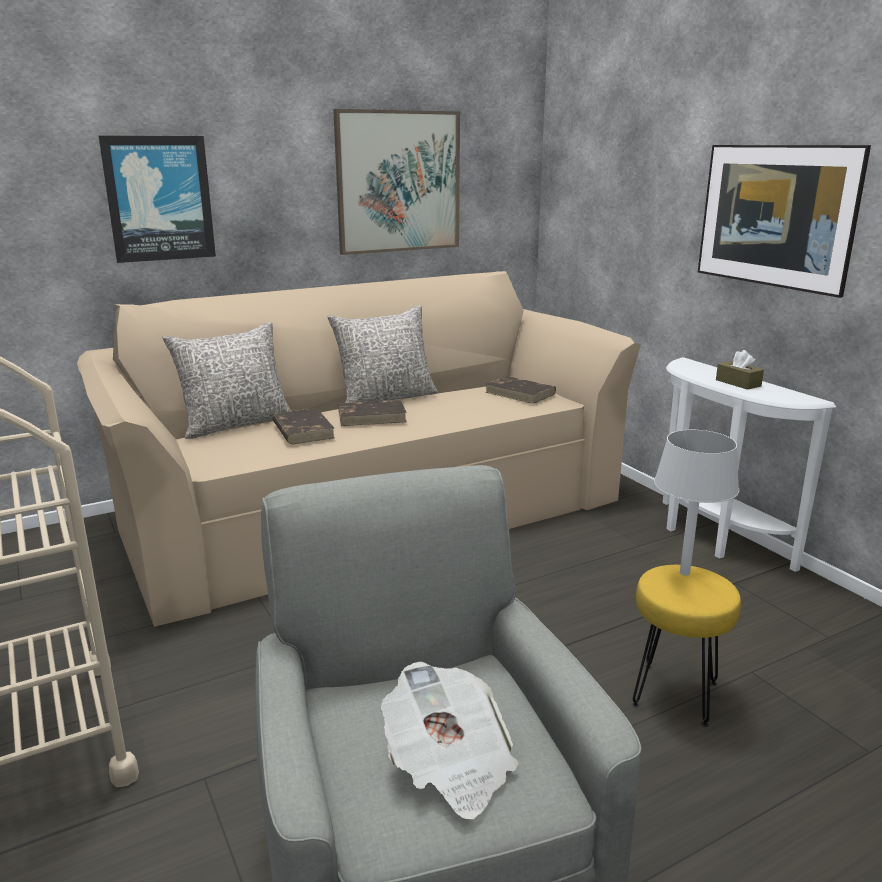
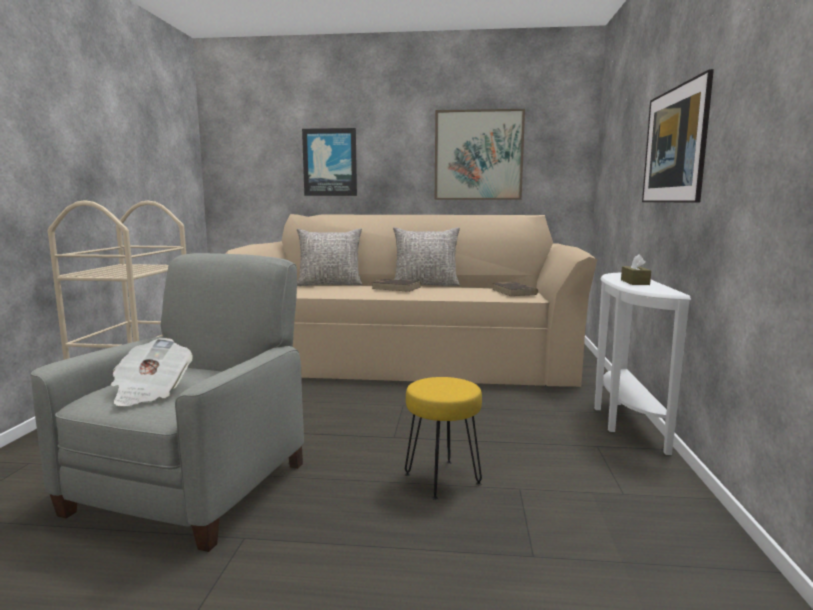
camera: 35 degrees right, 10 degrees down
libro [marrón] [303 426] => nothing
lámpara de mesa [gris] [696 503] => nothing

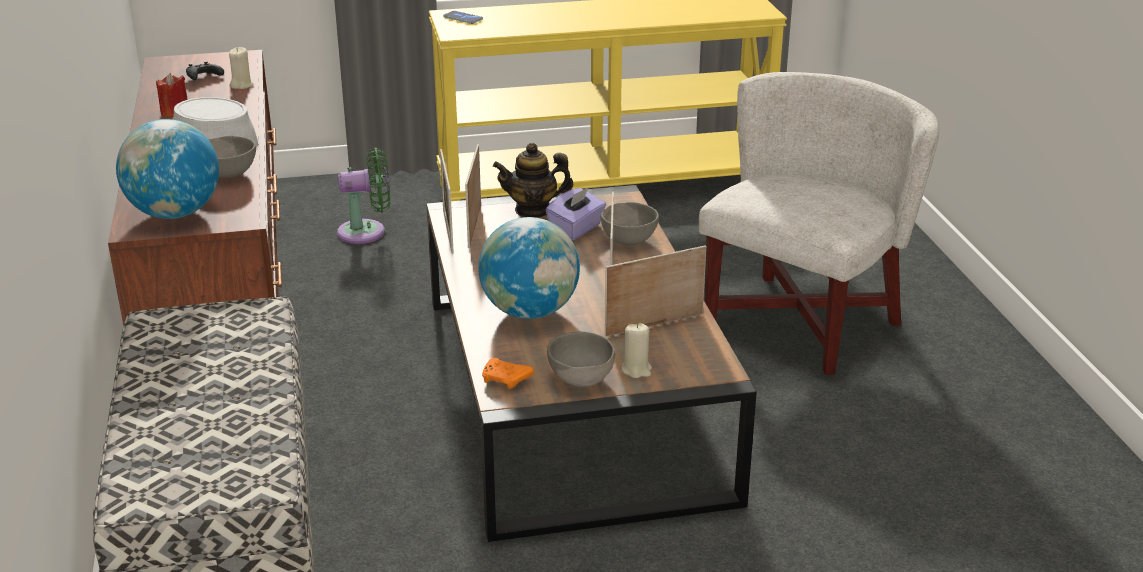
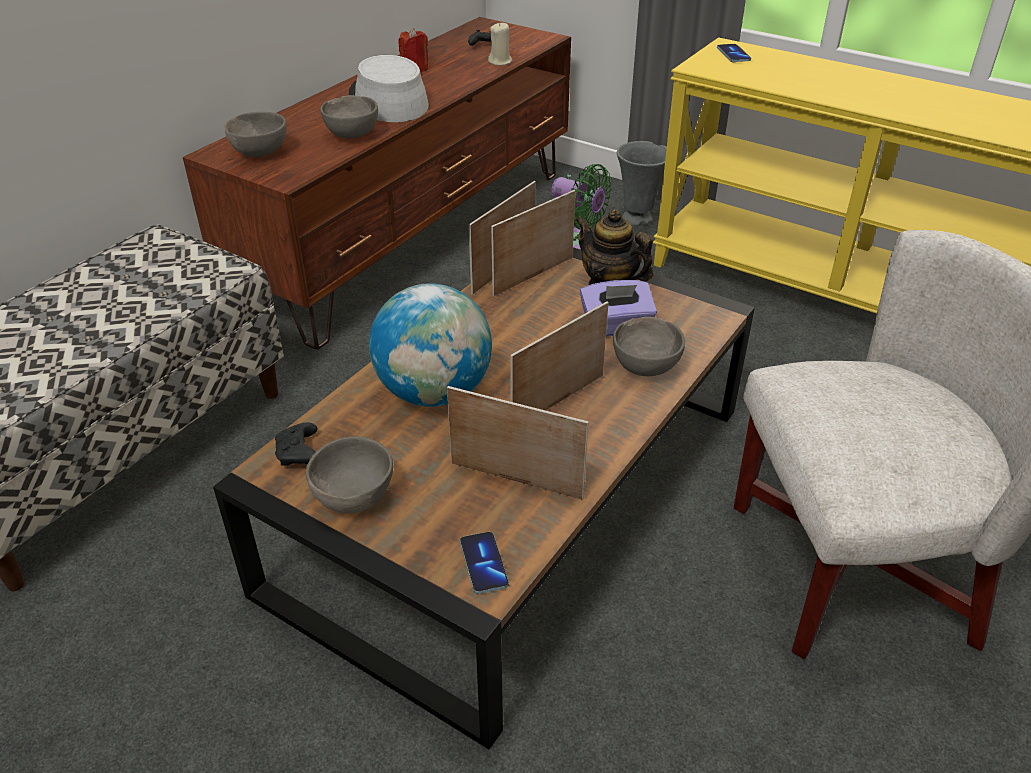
camera: 45 degrees right, 10 degrees up
globo terráqueo [167 169] => cuenco [gris] [256 134]
mando de consola [naranja] [508 373] => mando de consola [negro] [296 444]
nothing => móvil [484 563]
nothing => florero [gris] [642 183]
vela [beis] [637 350] => nothing

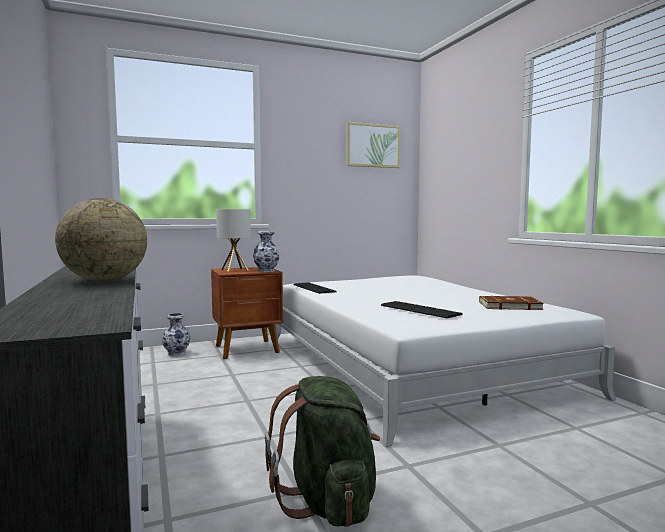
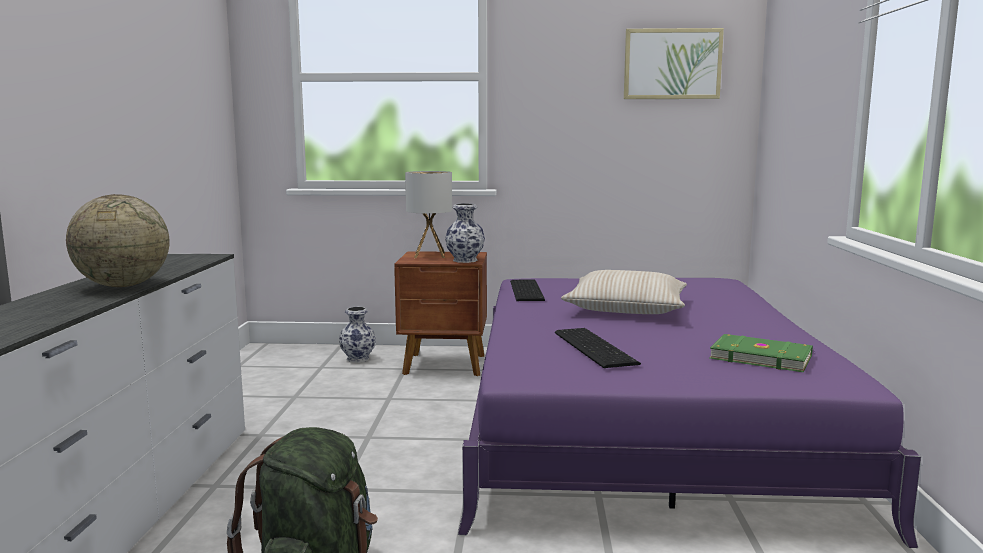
camera: 25 degrees right, 5 degrees up
cama [blanco] [445 361] => cama [morado] [689 413]
nothing => cojín [beis] [624 292]
libro [marrón] [511 303] => libro [verde] [761 353]

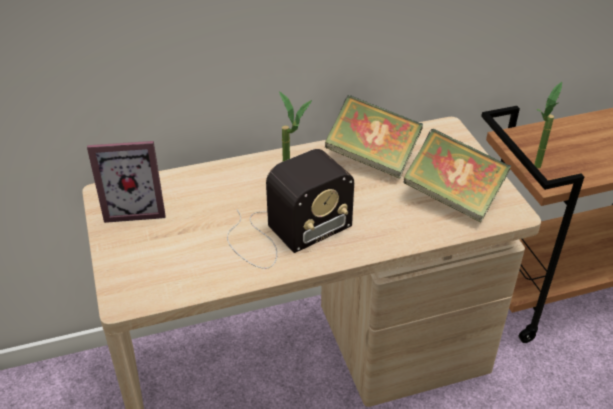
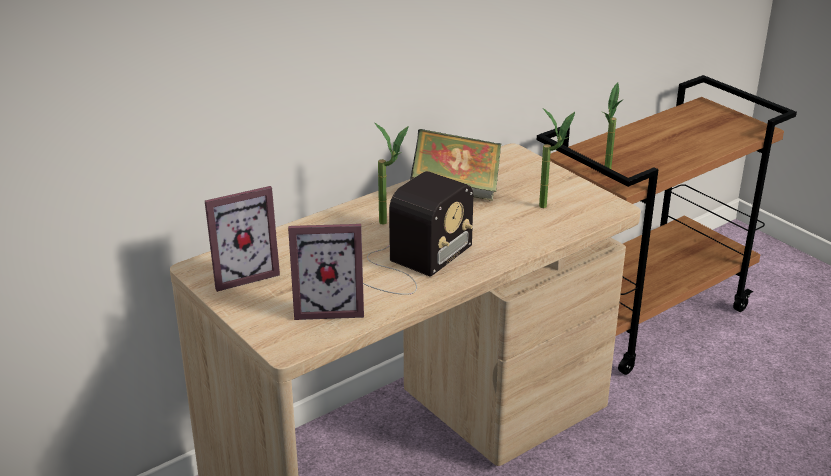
camera: 20 degrees left, 10 degrees down
nothing => portarretratos [326 272]
libro [457 175] => planta en maceta [557 158]

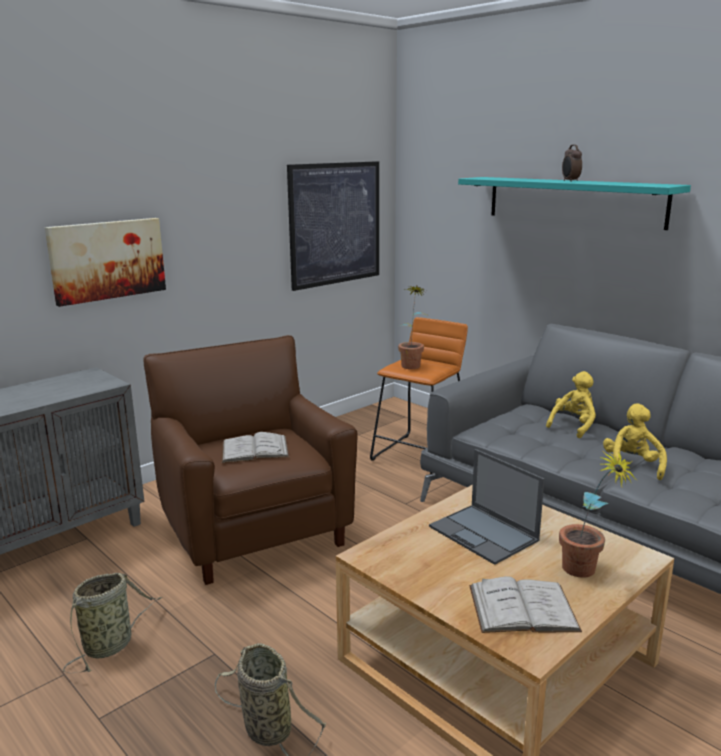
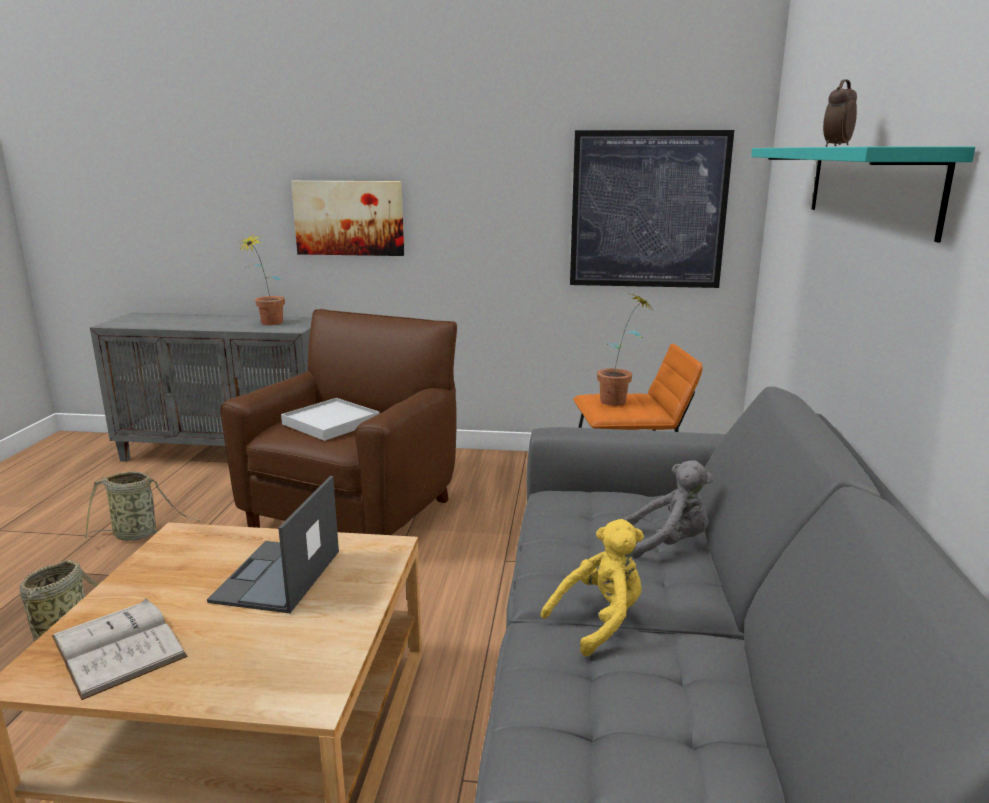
camera: 50 degrees right, 0 degrees up
planta en maceta [598 514] => planta en maceta [263 279], move
libro [blanco] [255 447] => bandeja [blanco] [330 419]
peluche [amarillo] [571 404] => peluche [gris] [668 509]

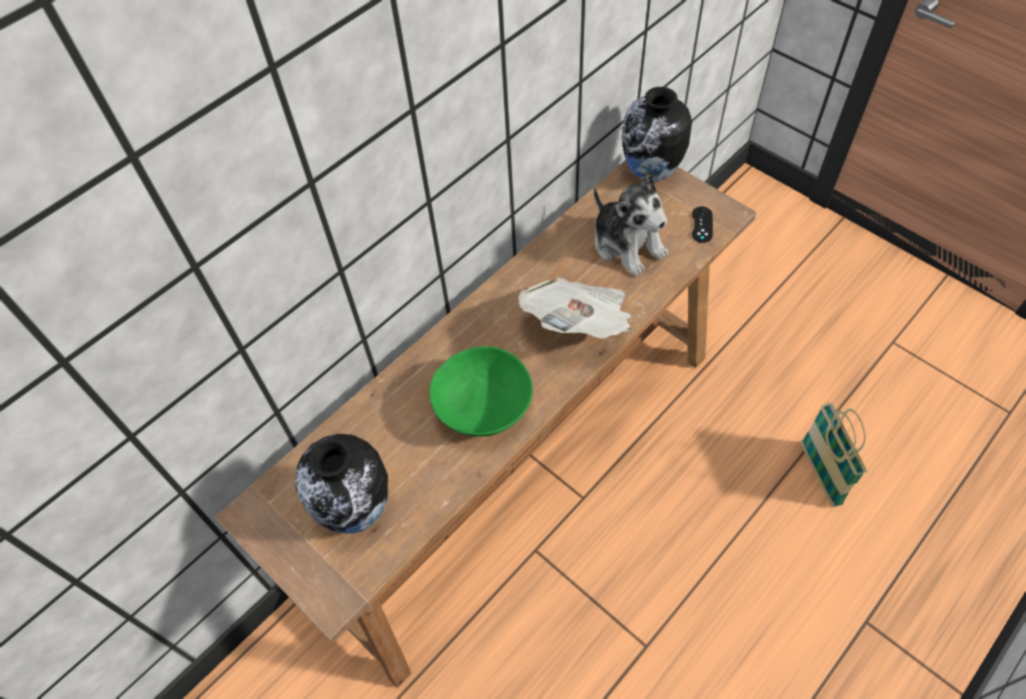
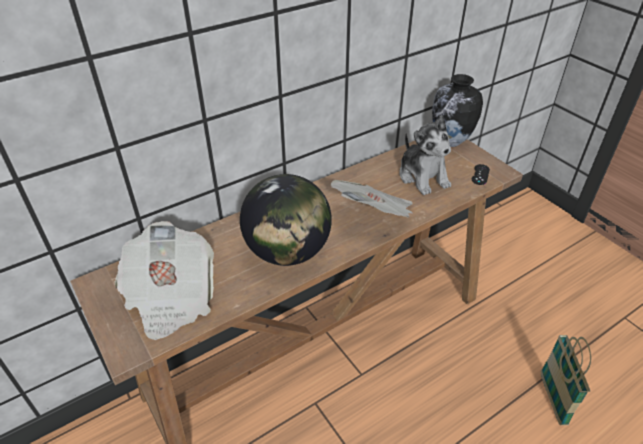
camera: 10 degrees right, 15 degrees down
florero [341 484] => periódico [164 280]
cuenco [verde] [481 391] => globo terráqueo [286 220]

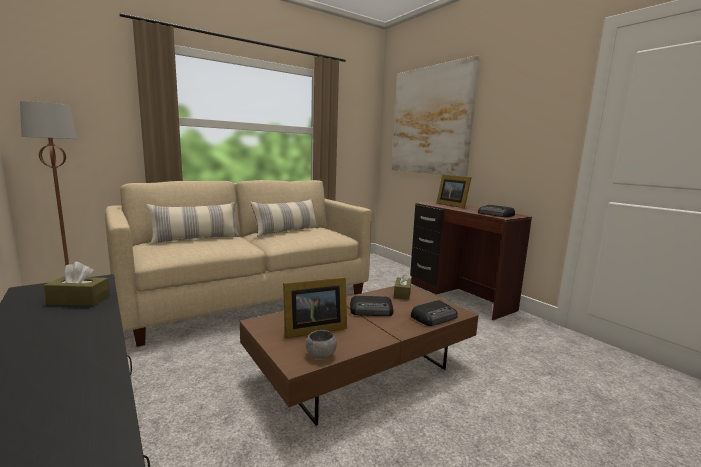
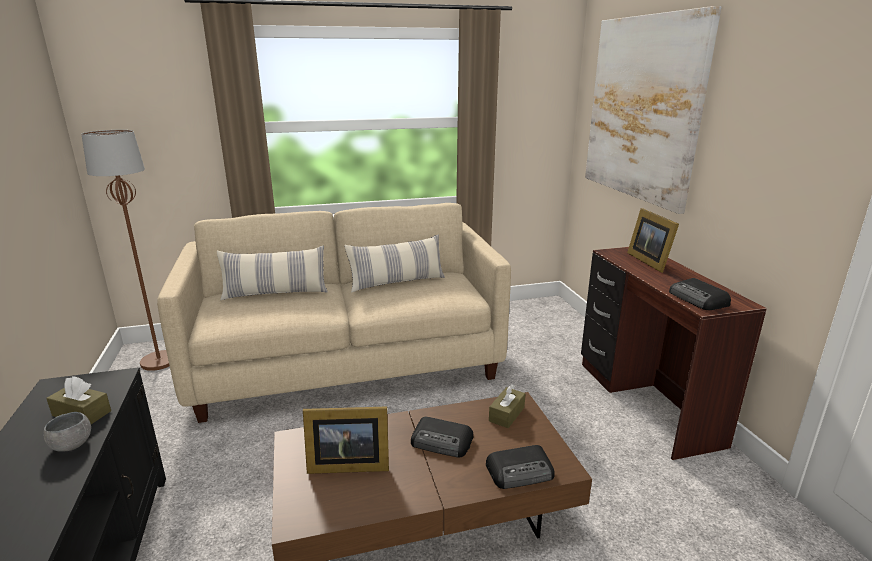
camera: 20 degrees right, 10 degrees up
cuenco [gris] [321 344] => cuenco [gris] [67 432], move

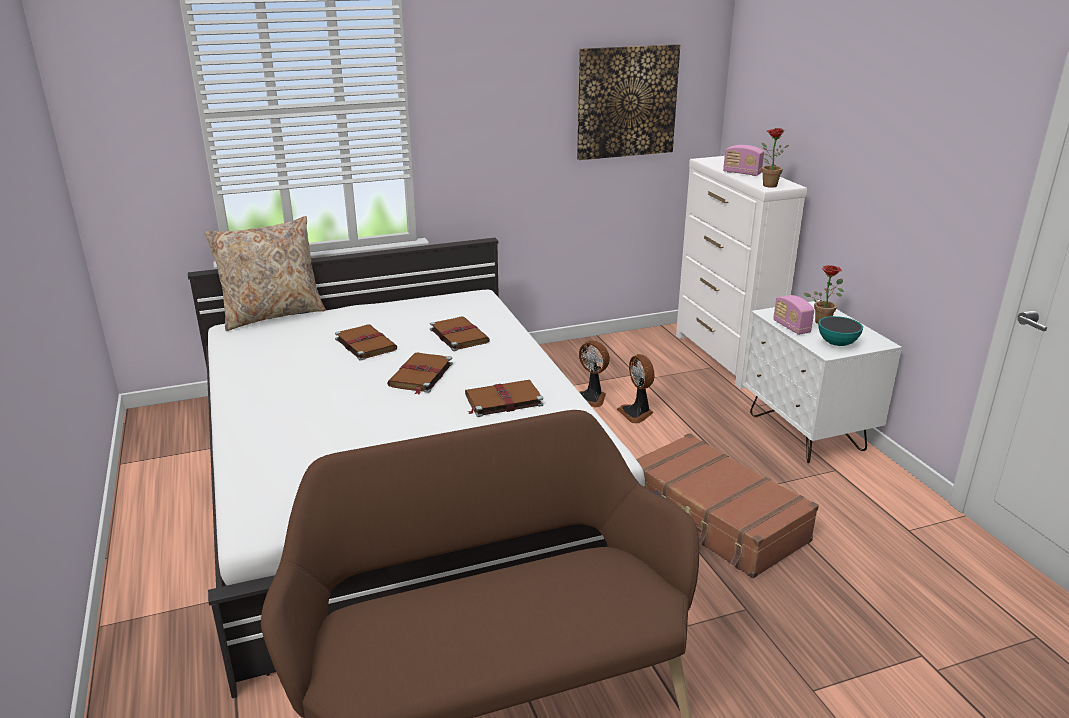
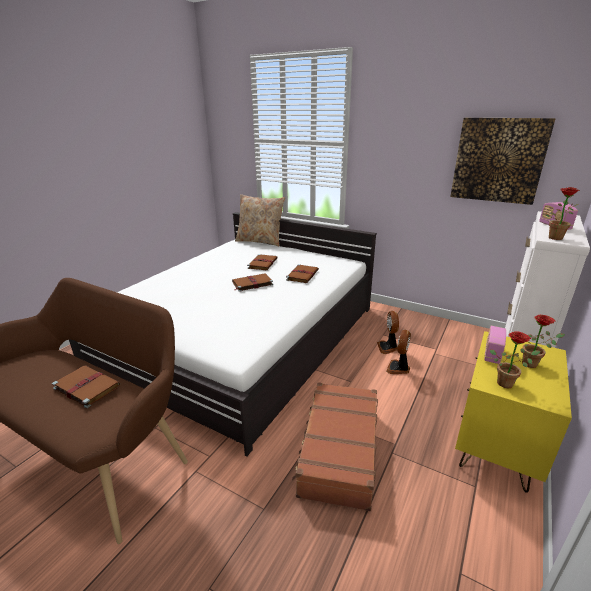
camera: 50 degrees right, 0 degrees up
libro [marrón] [504 398] => libro [marrón] [86 386], move
mesita de noche [blanco] [822 381] => mesita de noche [amarillo] [513 412]
cuenco [840 331] => planta en maceta [515 359]

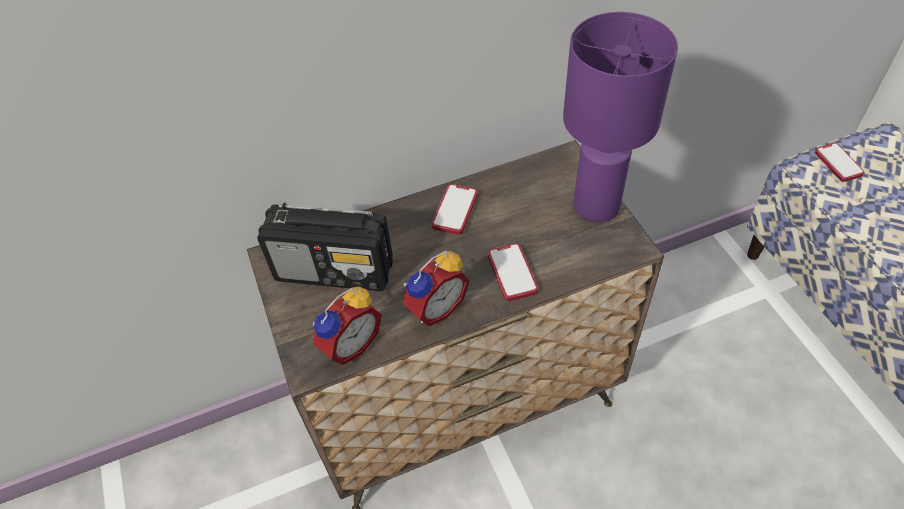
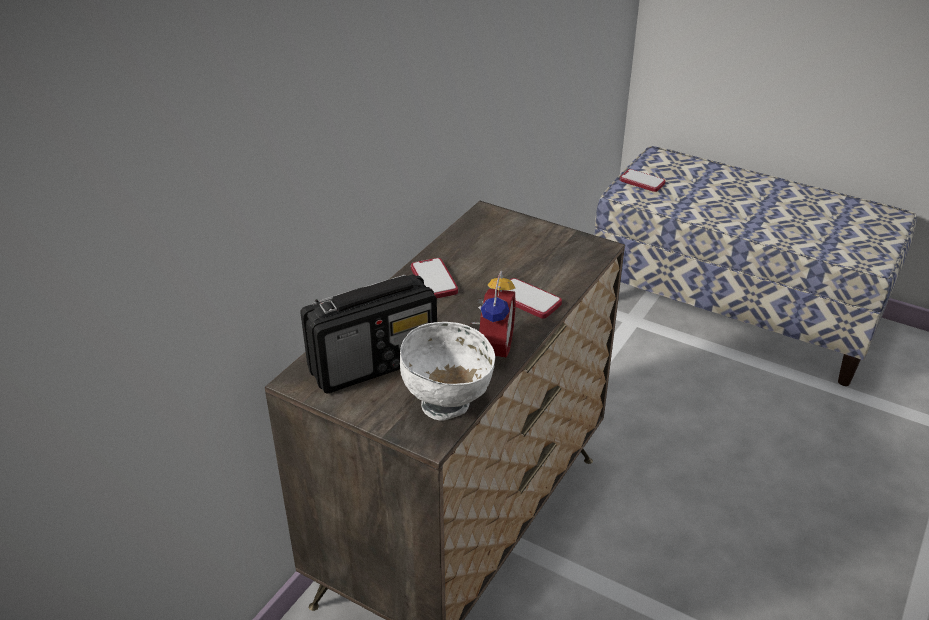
camera: 40 degrees left, 15 degrees down
despertador [347 326] => cuenco [blanco] [447 371]
lámpara de mesa [morado] [620 117] => nothing

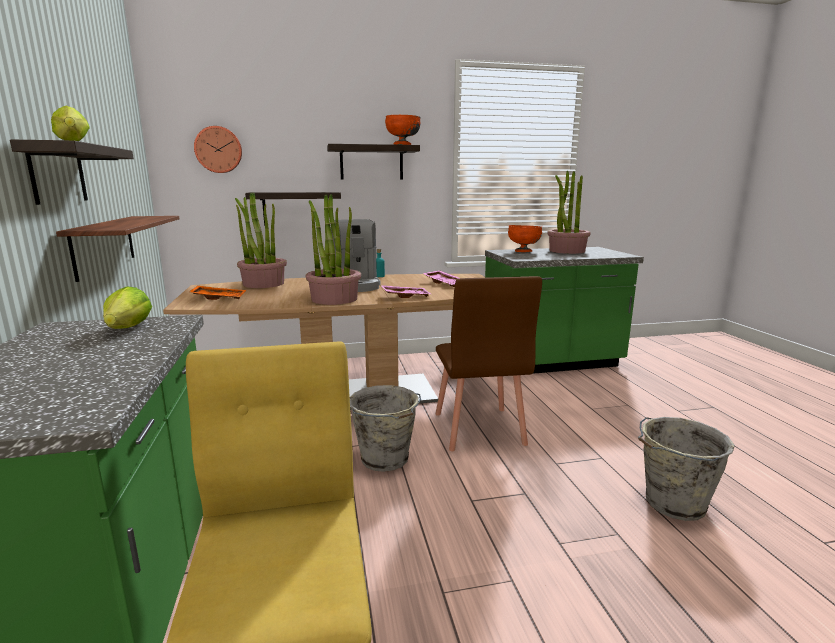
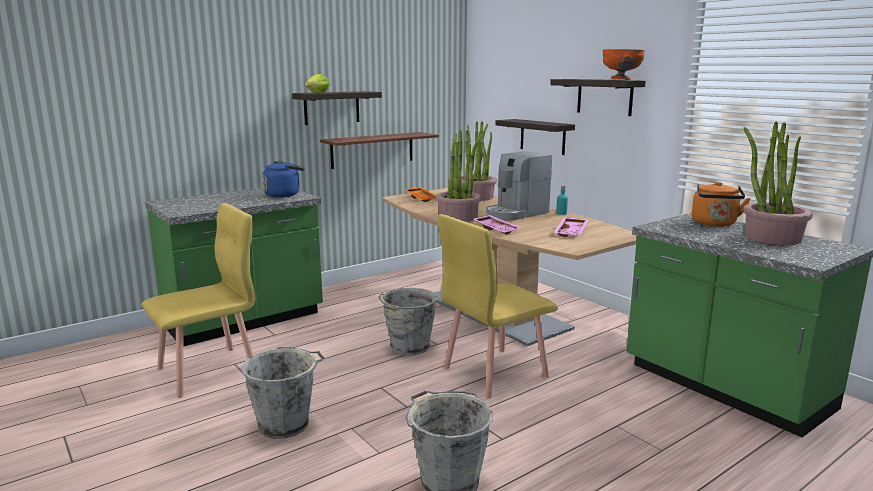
camera: 65 degrees right, 0 degrees up
nothing => cubo [gris] [282 393]
lechuga [127 307] => hervidor [azul] [283 179]
silla [marrón] [489 363] => silla [amarillo] [498 306]
cuenco [naranja] [525 238] => hervidor [naranja] [721 204]
reloj de pared [218 149] => nothing

